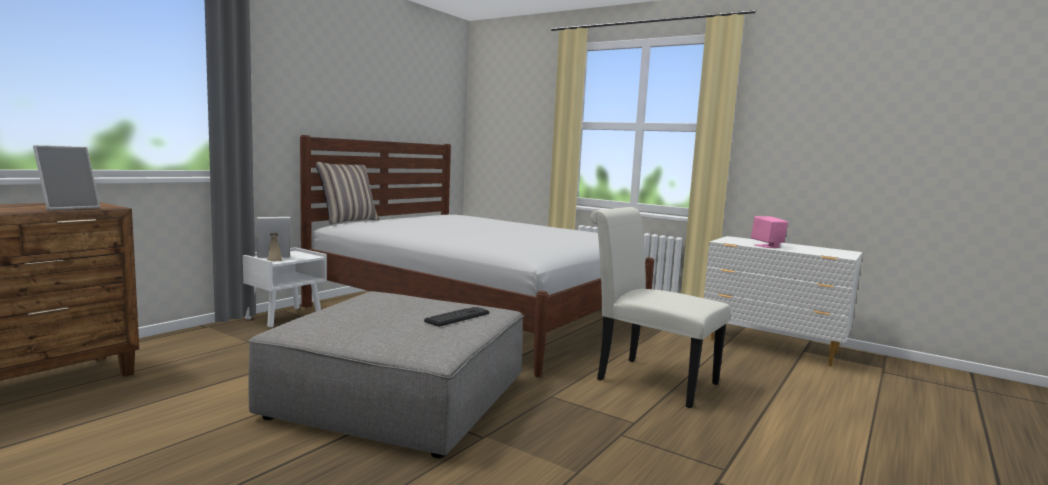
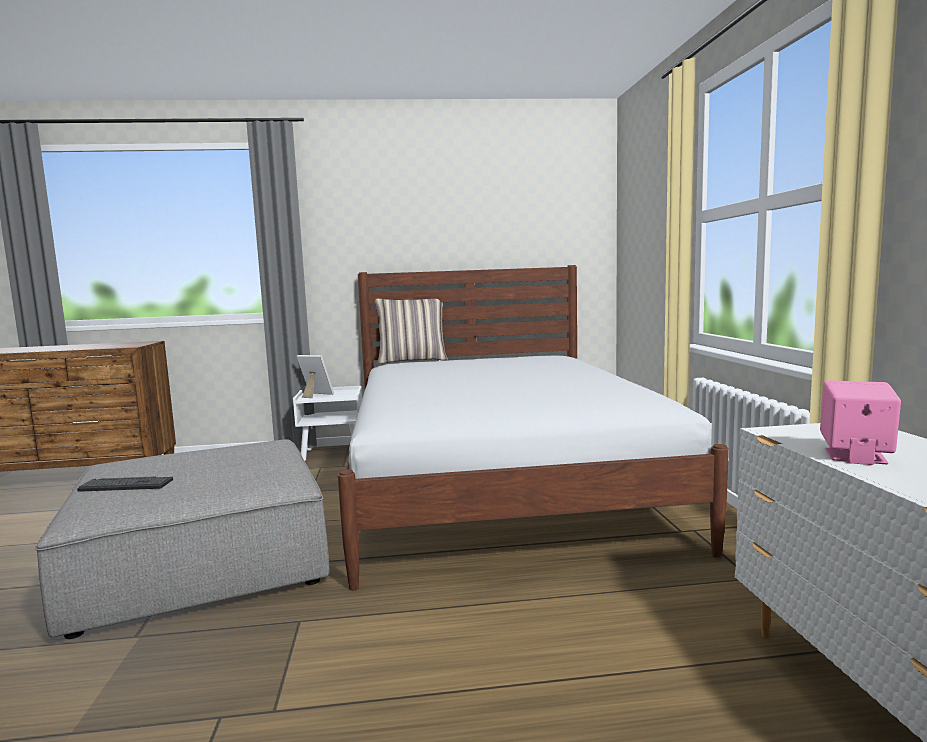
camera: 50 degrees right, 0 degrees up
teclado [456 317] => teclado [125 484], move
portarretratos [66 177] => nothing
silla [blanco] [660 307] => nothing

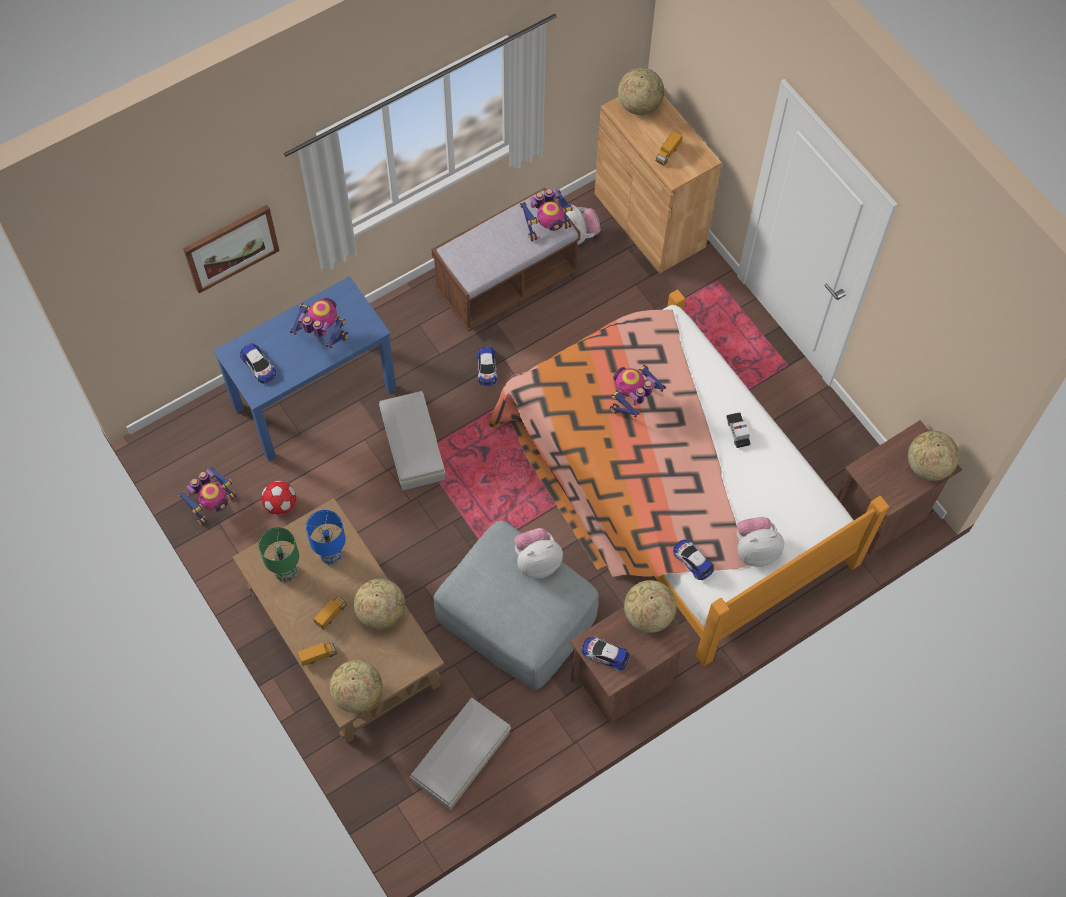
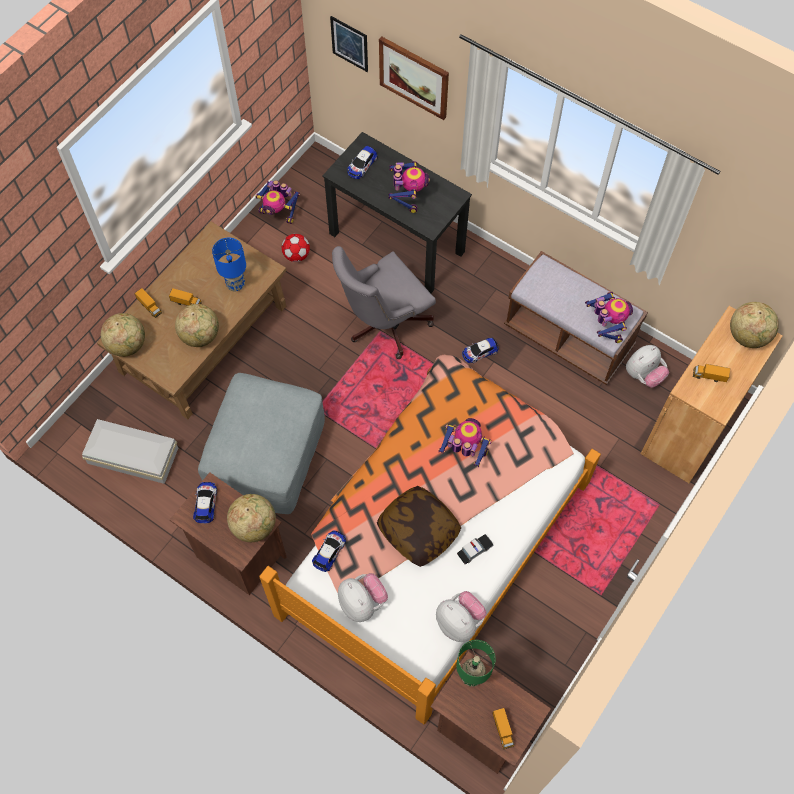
camera: 70 degrees right, 0 degrees up
escritorio [azul] [304 369] => escritorio [negro] [397 212]
nothing => cuadro [349 44]
caja de almacenaje [blanco] [412 441] => silla de oficina [gris] [384 302]
nothing => cojín [419 526]
peluche [538 553] => peluche [461 616], move
lámpara de mesa [verde] [278 554] => lámpara de mesa [verde] [476 663], move
globo terráqueo [933 456] => camión de juguete [503 729]
robot de juguete [546 215] => robot de juguete [609 317], 150 degrees counterclockwise

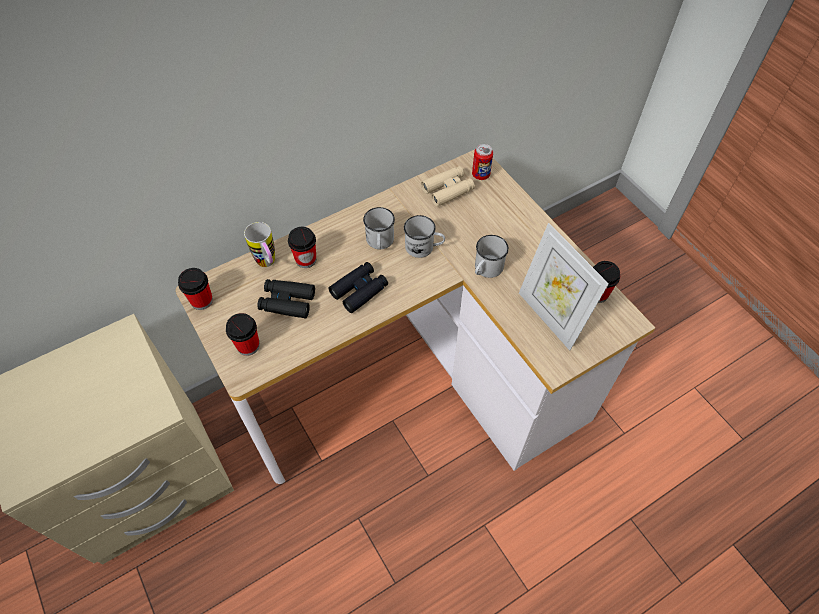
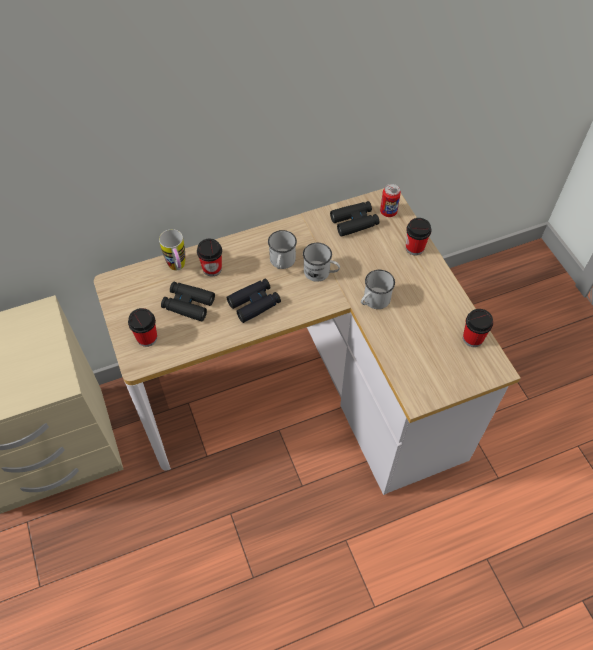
camera: 10 degrees right, 0 degrees up
prismáticos [beis] [448 186] => prismáticos [negro] [354 219]
taza [195 289] => taza [418 236], move
portarretratos [564 287] => nothing

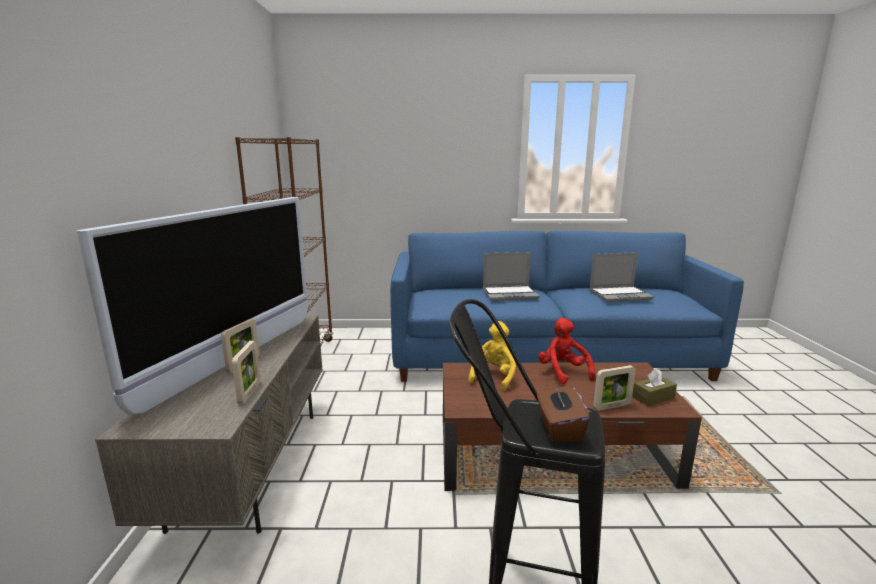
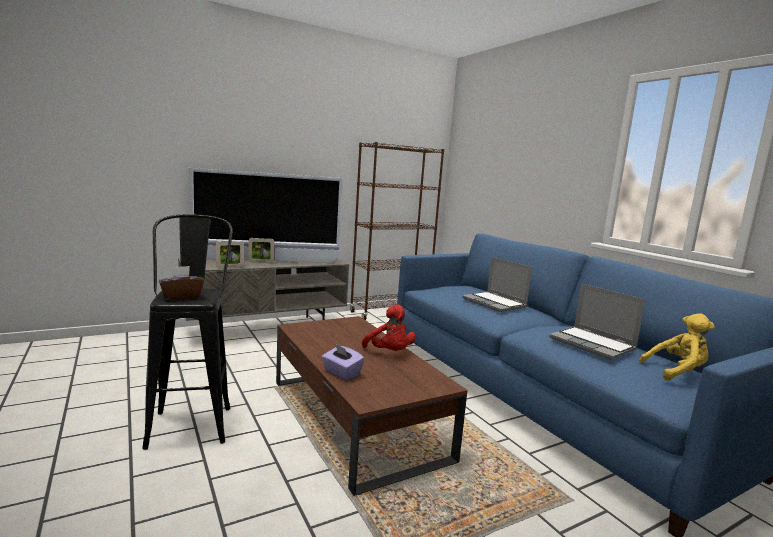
camera: 60 degrees right, 5 degrees down
portarretratos [614 388] => caja de pañuelos [morado] [343 361]
peluche [rojo] [566 351] => peluche [rojo] [389 328], 105 degrees clockwise
peluche [amarillo] [492 356] => peluche [amarillo] [677 347], move
caja de pañuelos [marrón] [654 387] => nothing

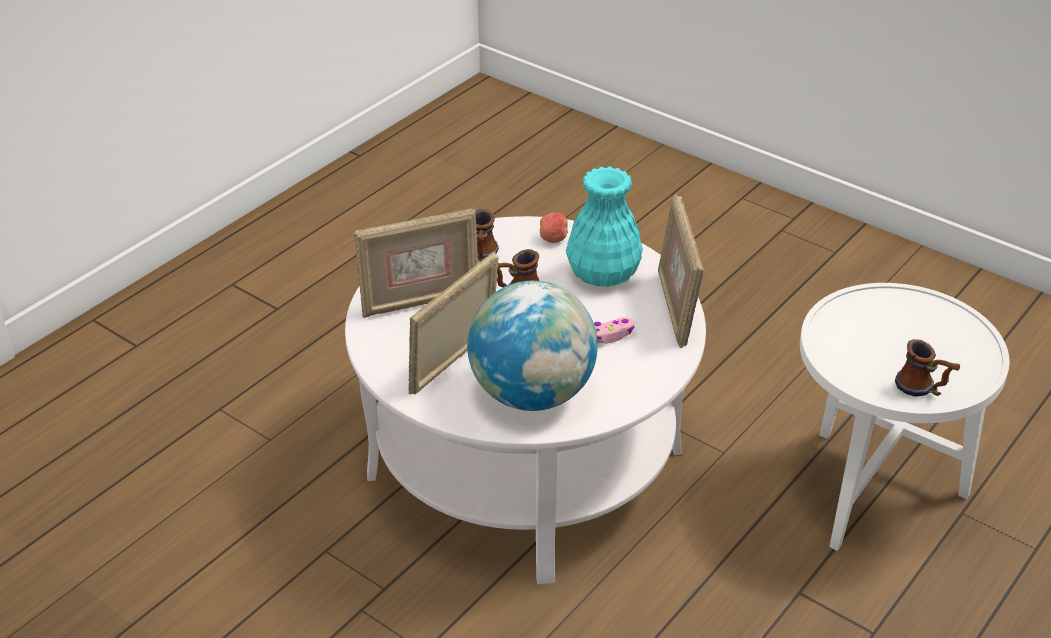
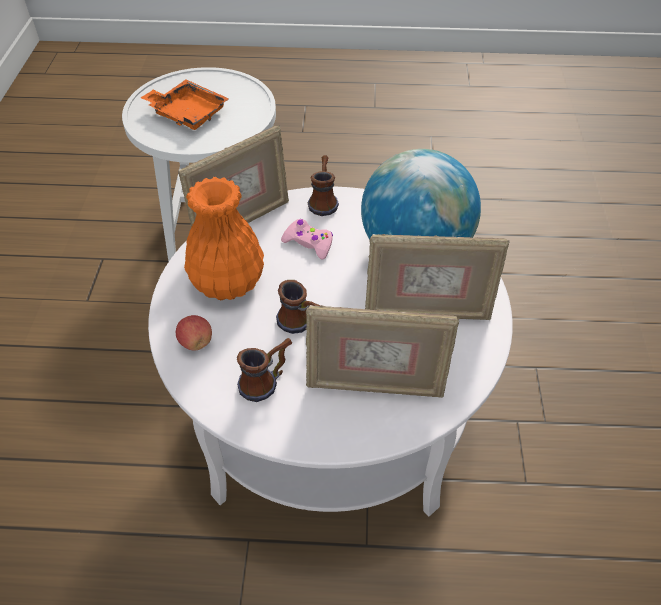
camera: 125 degrees left, 10 degrees up
nothing => bandeja [naranja] [184 104]
florero [turquesa] [604 227] => florero [naranja] [224 238]
portarretratos [416 263] => portarretratos [382 351], 150 degrees clockwise
taza grande [927 368] => taza grande [323 185], move

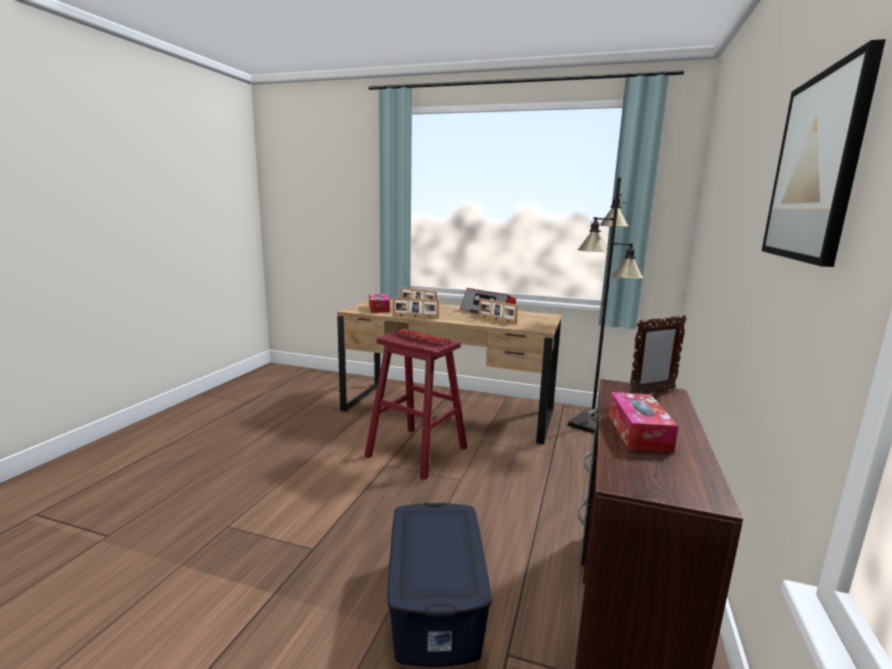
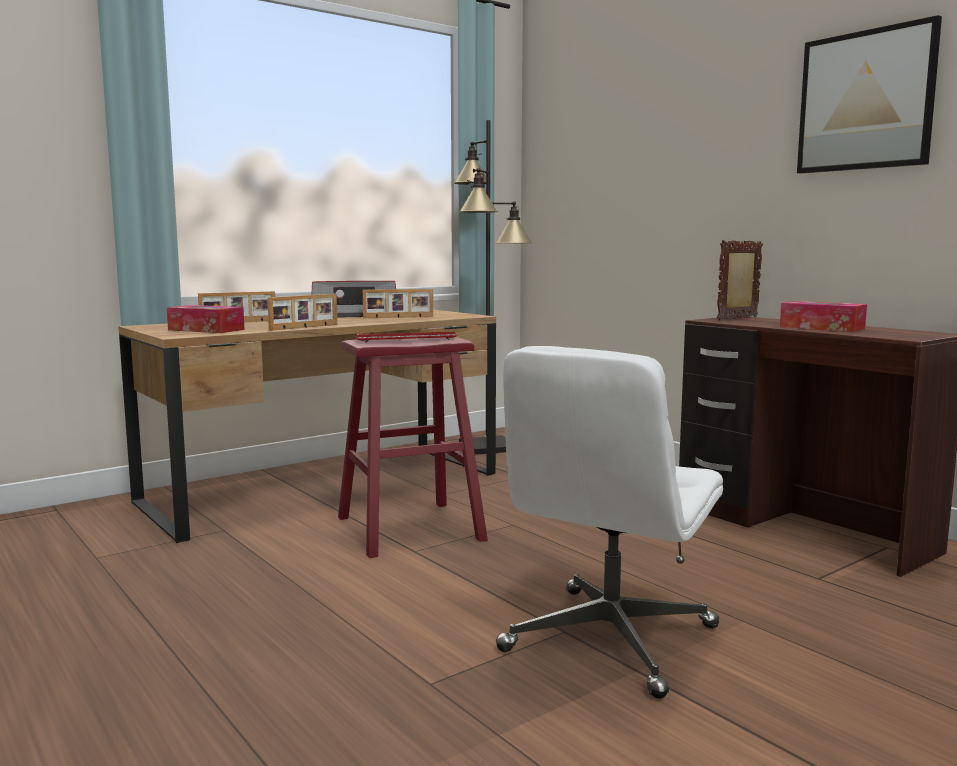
camera: 55 degrees left, 5 degrees down
nothing => silla de oficina [blanco] [609 522]
portarretratos [658 354] => portarretratos [740 280], 135 degrees counterclockwise
caja de almacenaje [azul] [439 585] => nothing

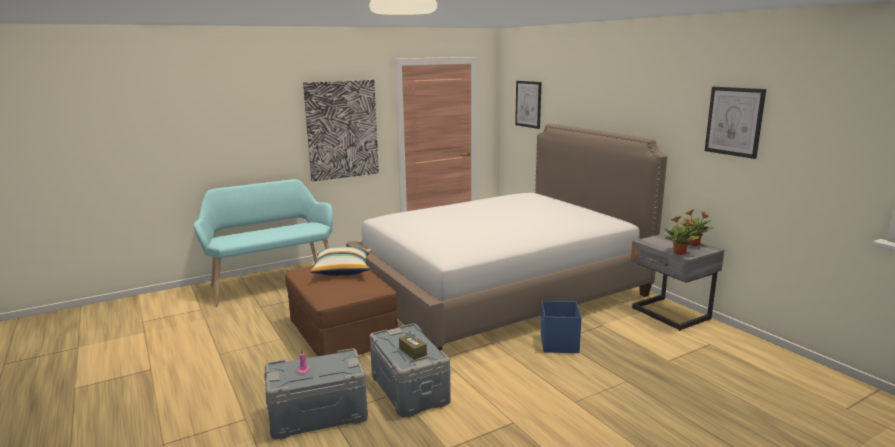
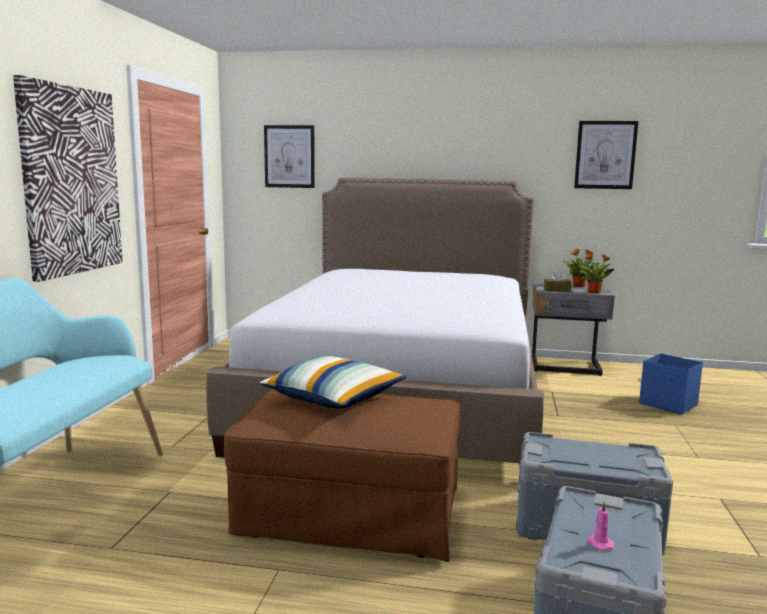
camera: 50 degrees left, 5 degrees down
caja de pañuelos [marrón] [413 345] => caja de pañuelos [marrón] [557 281], move
caja de almacenaje [azul] [561 327] => caja de almacenaje [azul] [671 384], move

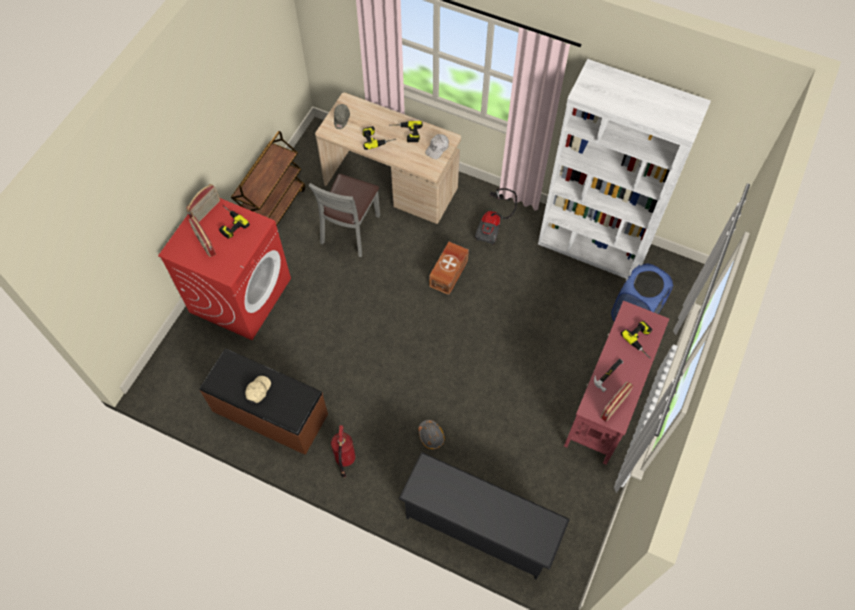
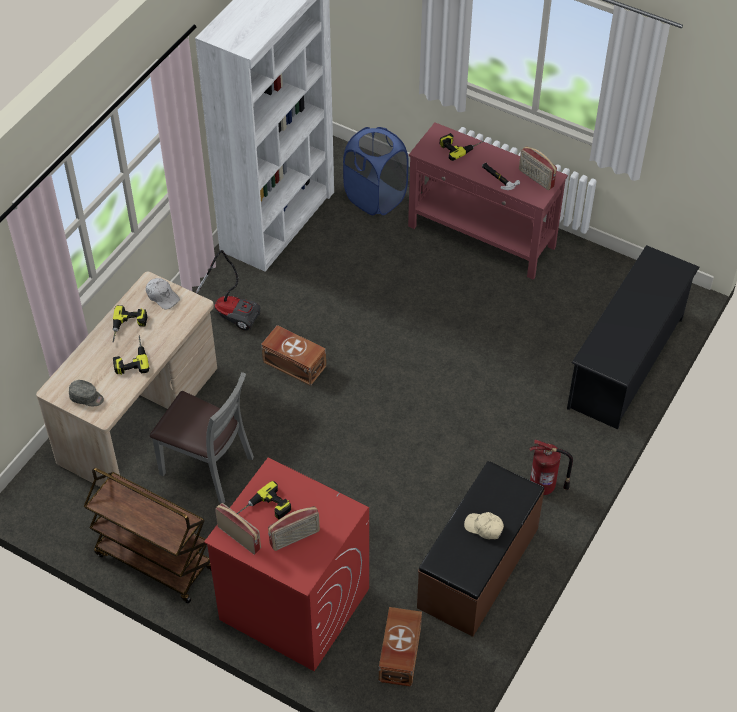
camera: 85 degrees left, 10 degrees down
nothing => caja de almacenaje [marrón] [400 647]
casco [gris] [431 435] => nothing

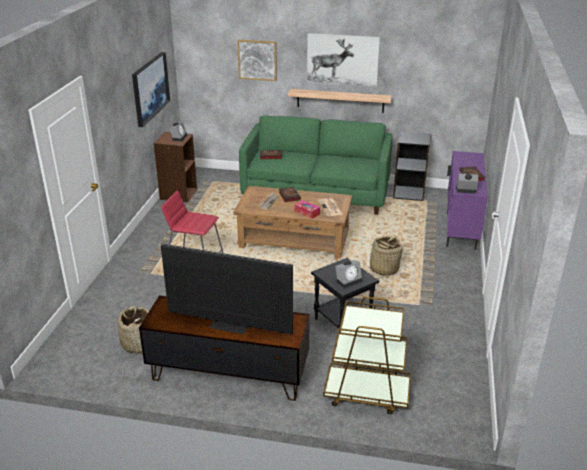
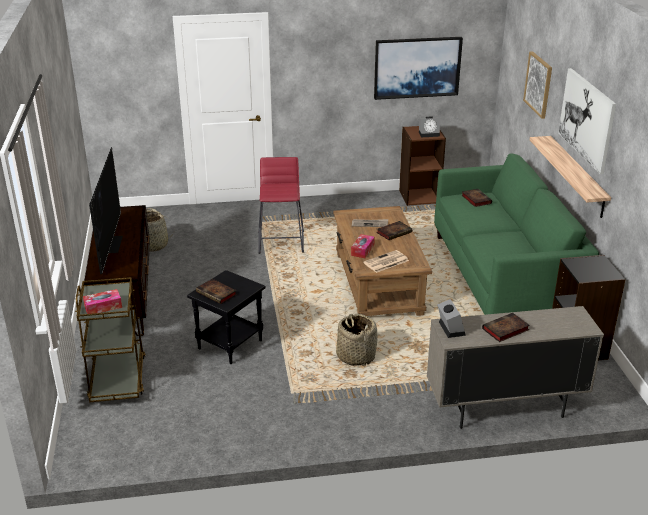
camera: 70 degrees right, 0 degrees up
nothing => caja de pañuelos [102 301]
despertador [348 274] => libro [216 291]
armario [morado] [467 200] => armario [beis] [515 367]

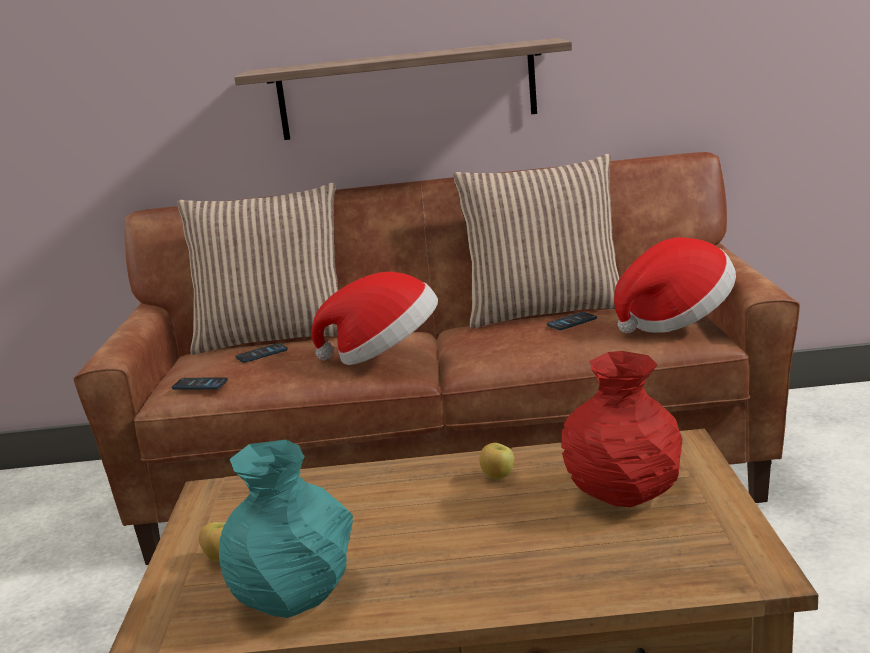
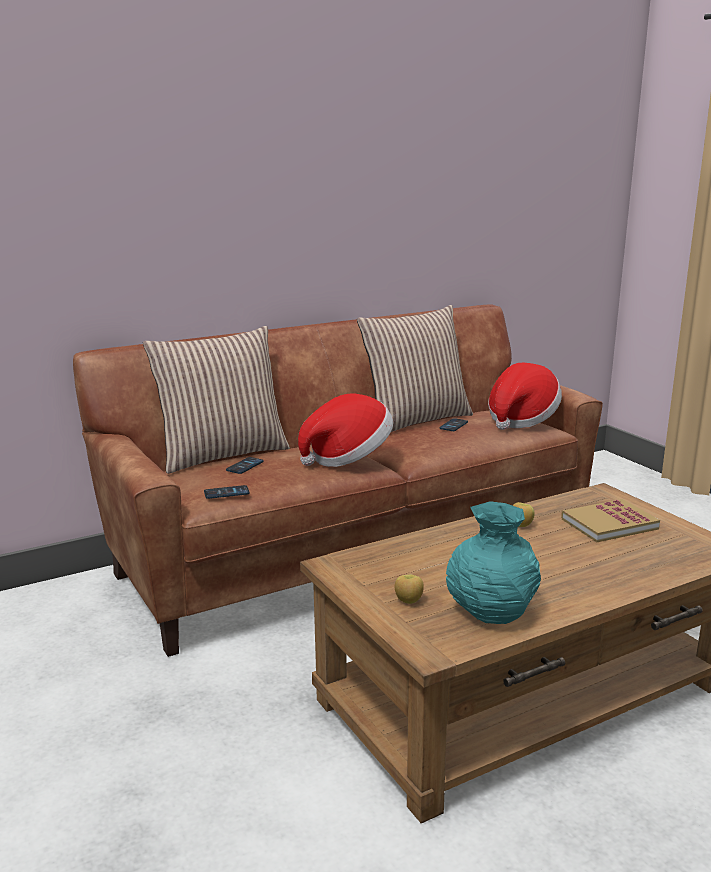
camera: 30 degrees left, 0 degrees up
florero [rojo] [621 429] => libro [610 520]
estante [403 89] => nothing

